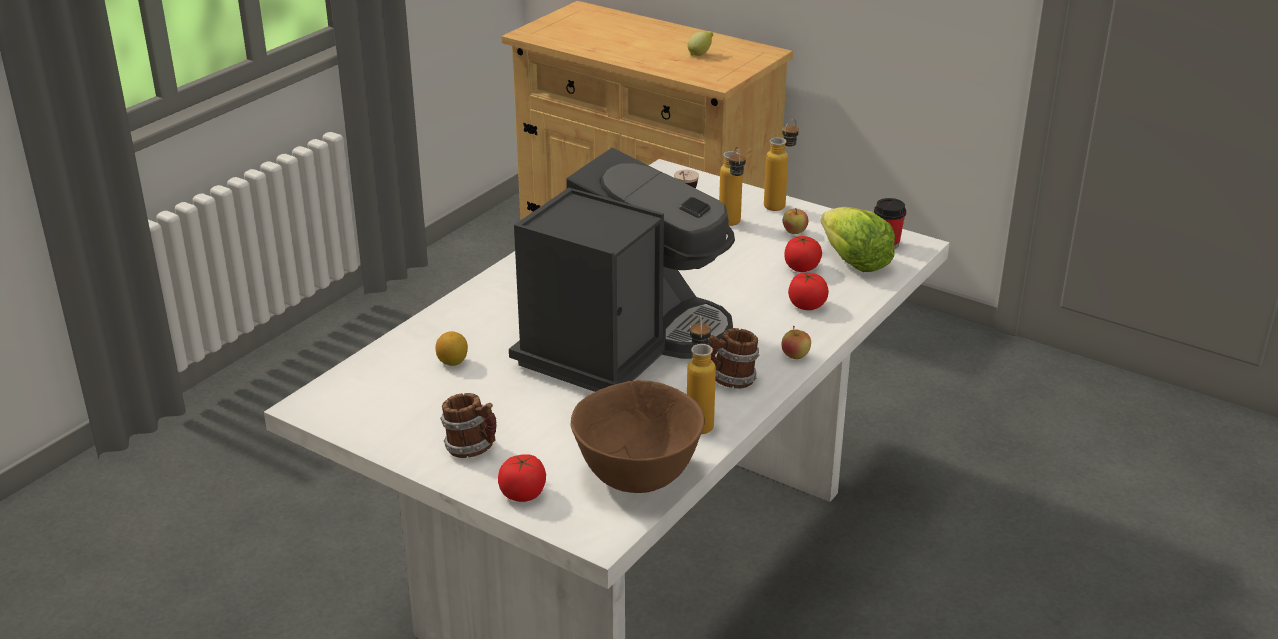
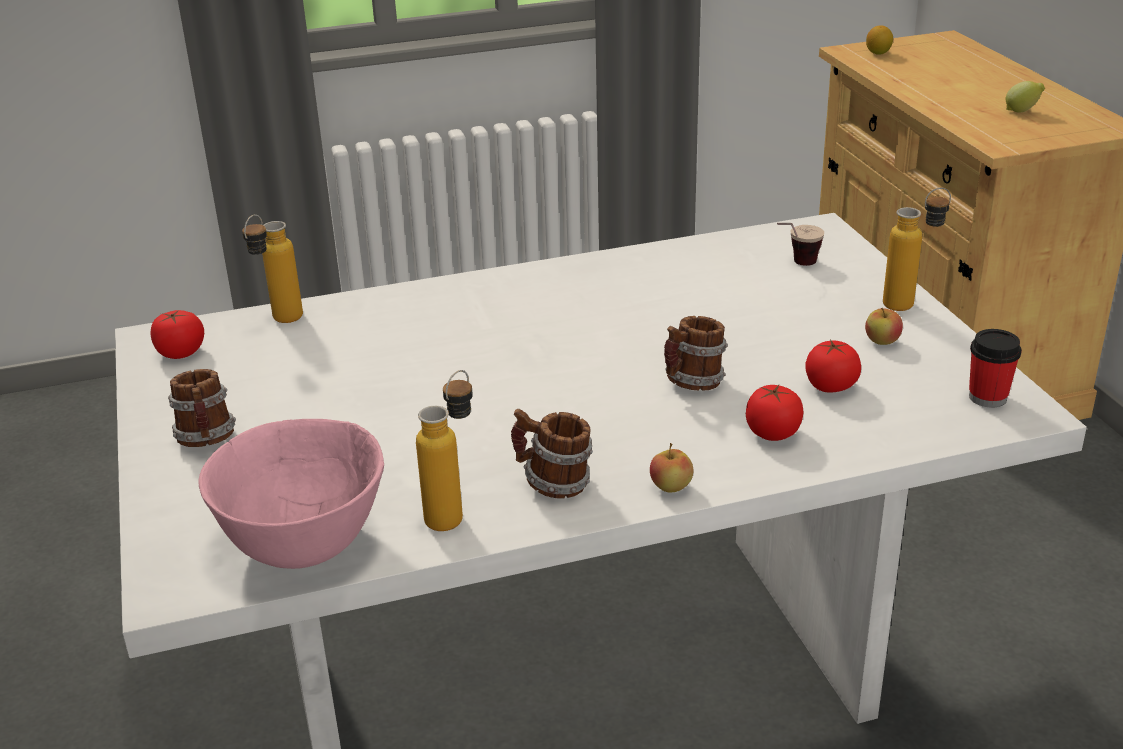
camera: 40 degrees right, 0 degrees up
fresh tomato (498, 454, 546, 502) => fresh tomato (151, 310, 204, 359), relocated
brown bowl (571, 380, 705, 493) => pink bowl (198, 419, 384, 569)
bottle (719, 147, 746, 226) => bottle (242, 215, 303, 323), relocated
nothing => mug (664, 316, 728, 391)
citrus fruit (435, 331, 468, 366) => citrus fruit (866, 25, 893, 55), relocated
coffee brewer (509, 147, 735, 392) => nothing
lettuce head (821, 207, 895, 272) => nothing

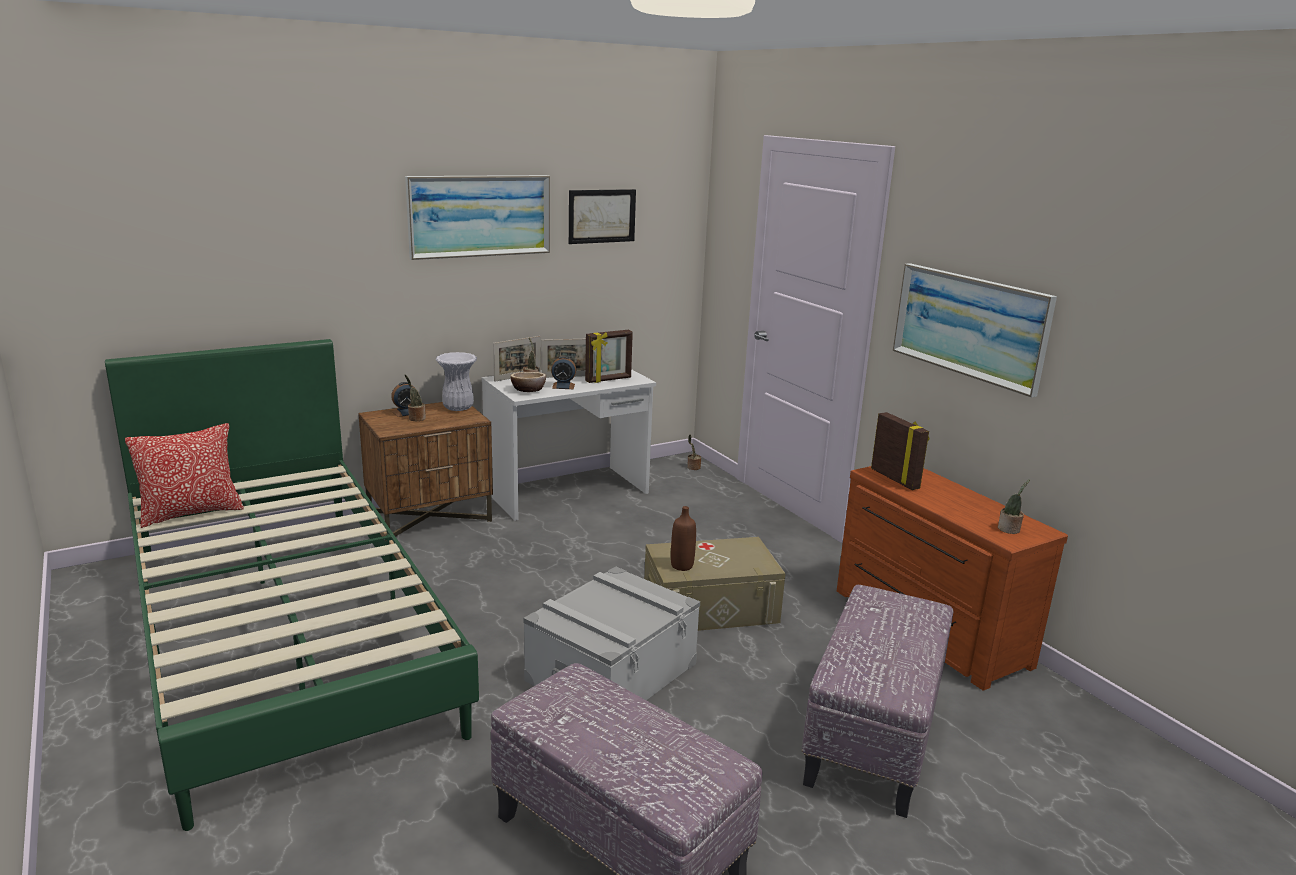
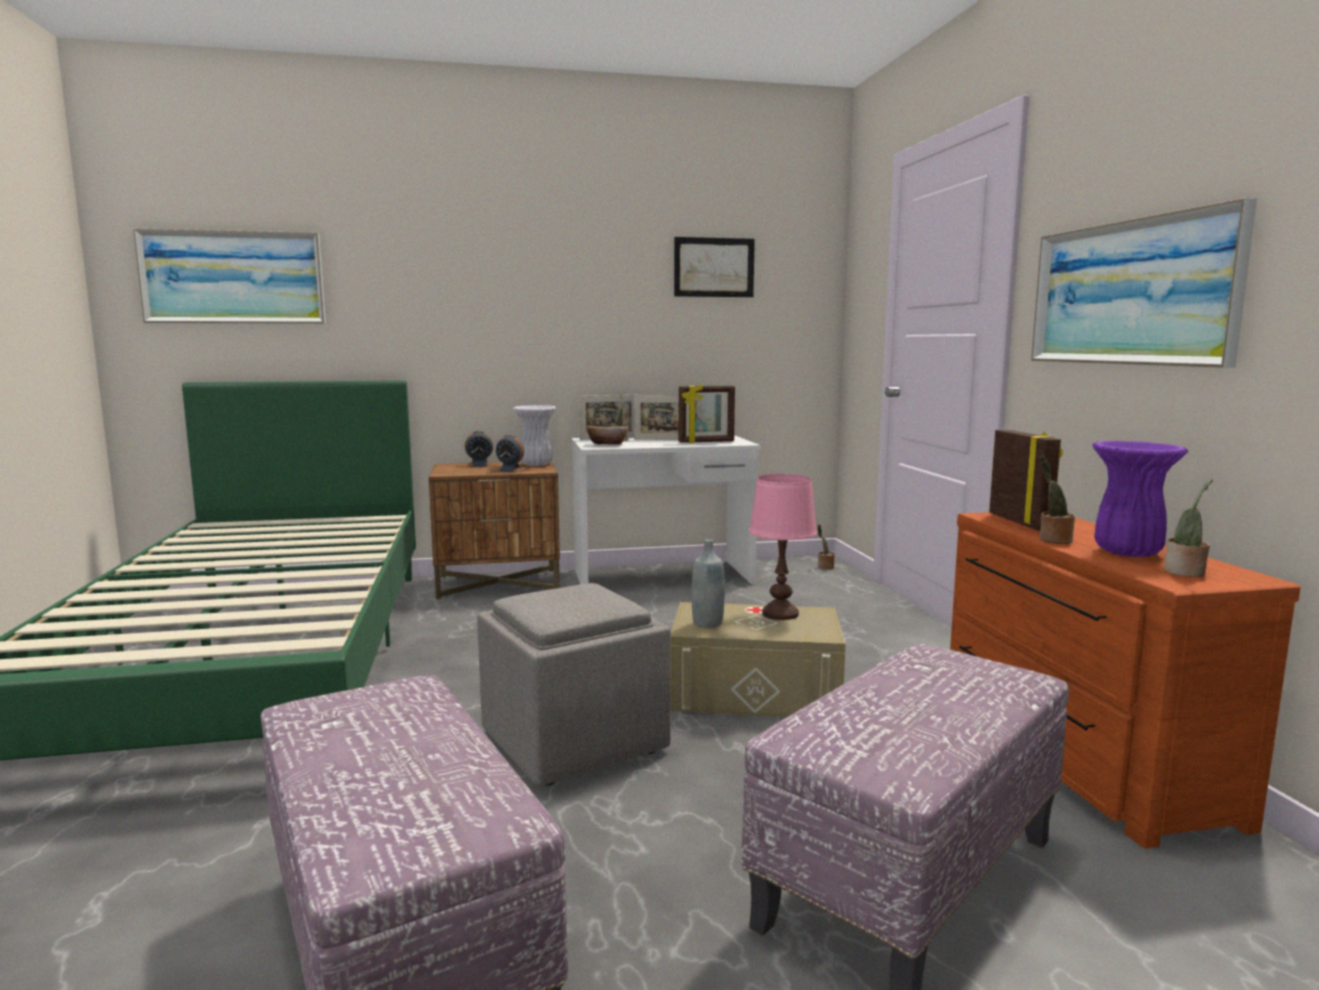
camera: 20 degrees right, 10 degrees down
wall art (405, 175, 550, 260) => wall art (133, 228, 326, 324), relocated
gray storage box (523, 567, 700, 700) => gray pouffe (477, 583, 671, 786)
table clock (551, 356, 576, 389) => table clock (495, 435, 526, 473), relocated
brown bottle (671, 506, 696, 571) => gray bottle (692, 539, 725, 628)
nothing => pink lamp for a table (749, 474, 817, 620)
houseplant (404, 374, 426, 421) => houseplant (1039, 456, 1075, 544), relocated
nothing => purple vase (1092, 441, 1188, 557)
throw pillow (125, 423, 243, 528) => nothing

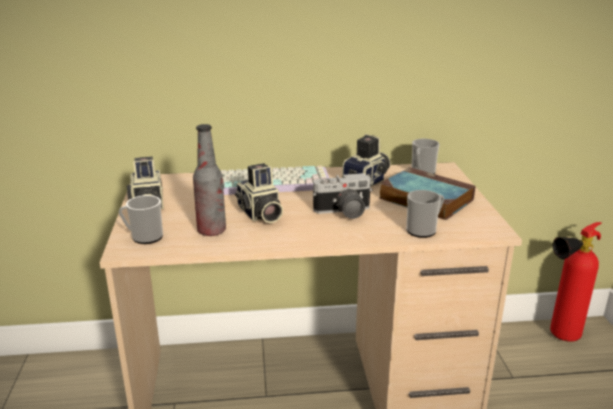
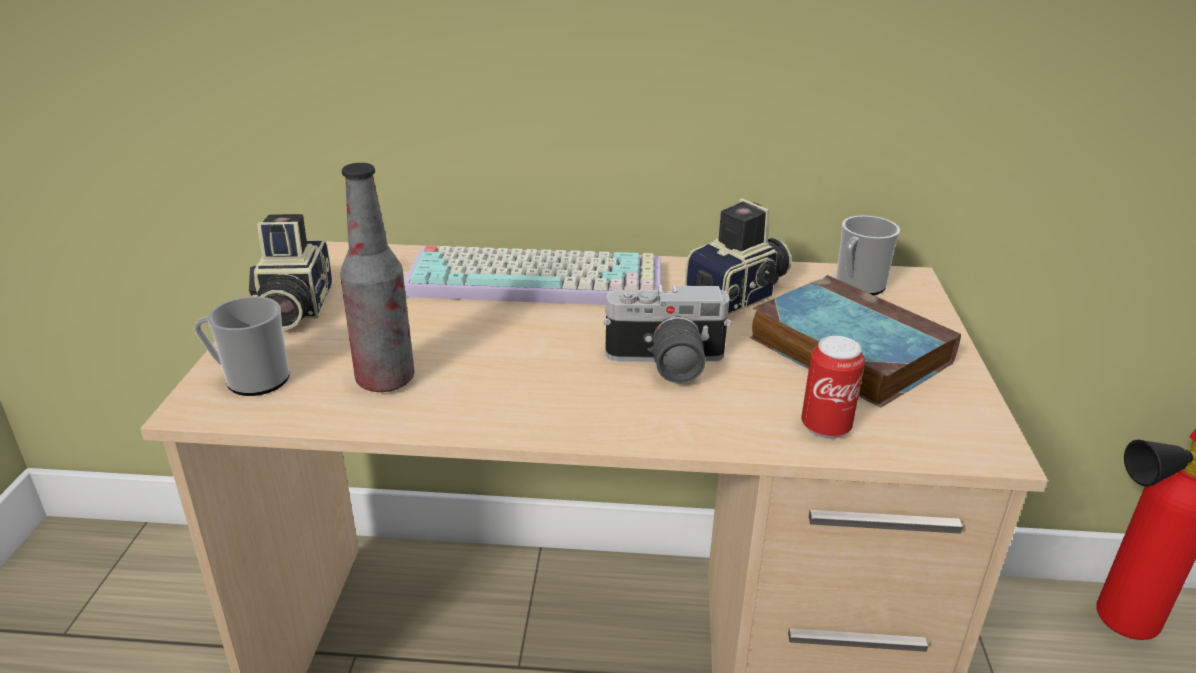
camera: 10 degrees right, 5 degrees up
mug (406, 190, 444, 238) => can (801, 336, 865, 439)
photo camera (235, 163, 283, 223) => nothing

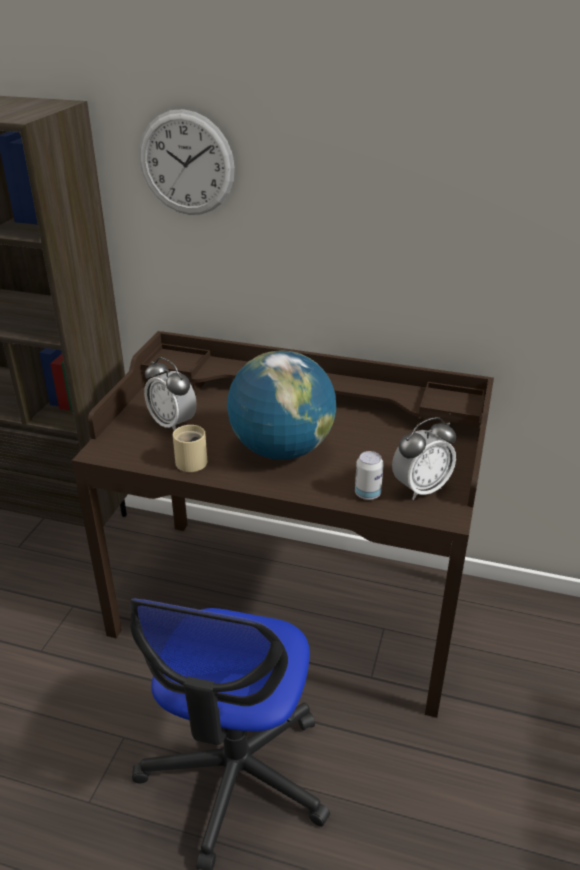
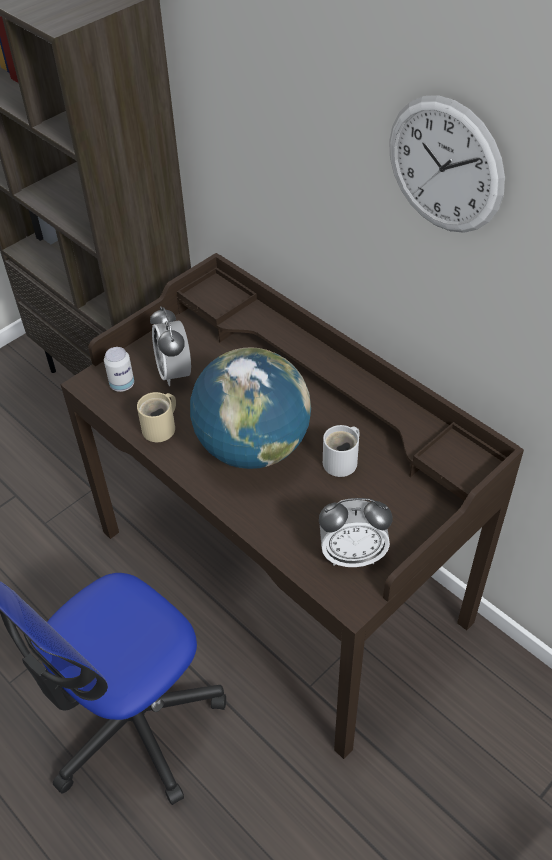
camera: 30 degrees right, 15 degrees up
can (355, 451, 384, 500) => can (104, 347, 134, 392), relocated
nothing => whitish mug (323, 425, 360, 477)
hanging clock (140, 109, 235, 215) => hanging clock (389, 95, 505, 233), relocated

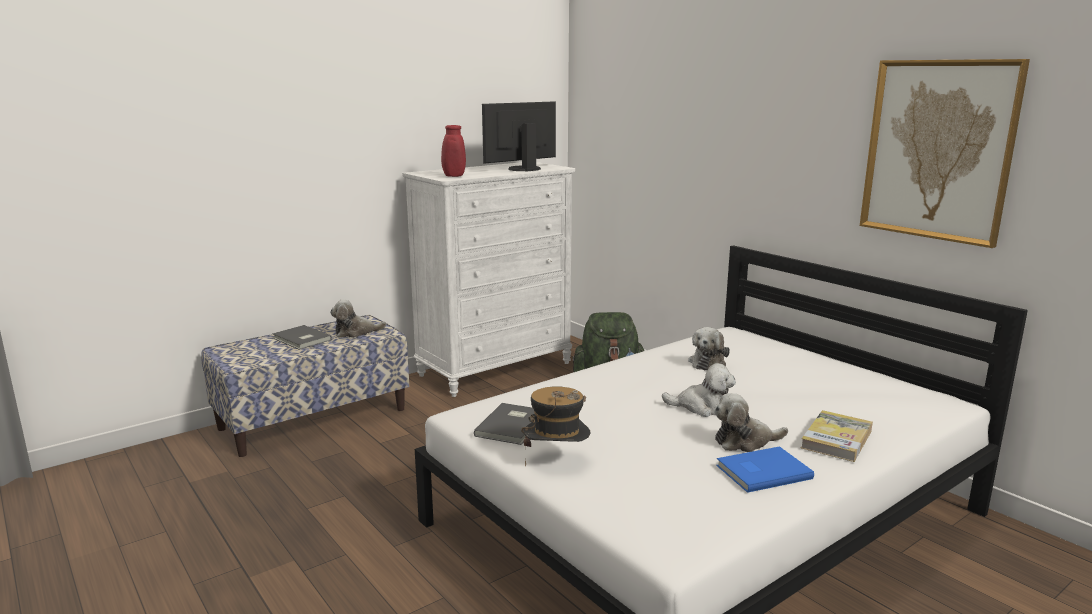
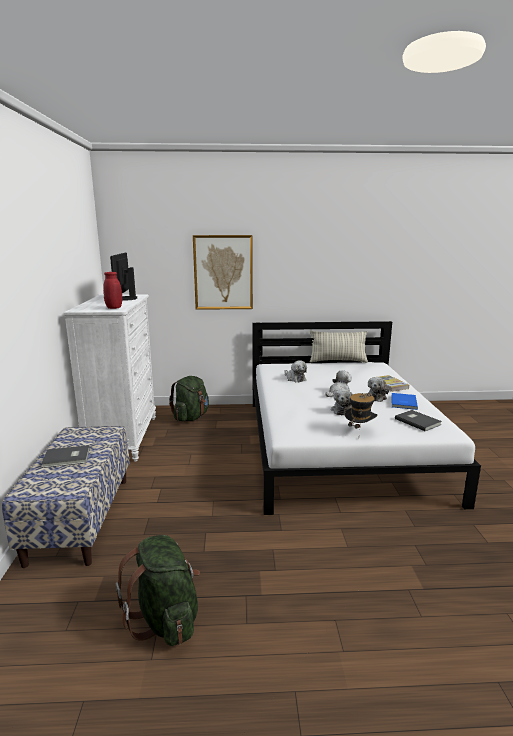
camera: 55 degrees left, 0 degrees up
nothing => green rucksack (116, 535, 200, 646)
wall art (860, 59, 1030, 248) => wall art (193, 235, 253, 310), relocated
nothing => throw pillow (309, 331, 368, 363)
plush toy (330, 299, 386, 338) => plush toy (331, 389, 353, 415), relocated
gray volume (474, 403, 535, 445) => gray volume (395, 410, 442, 431), relocated

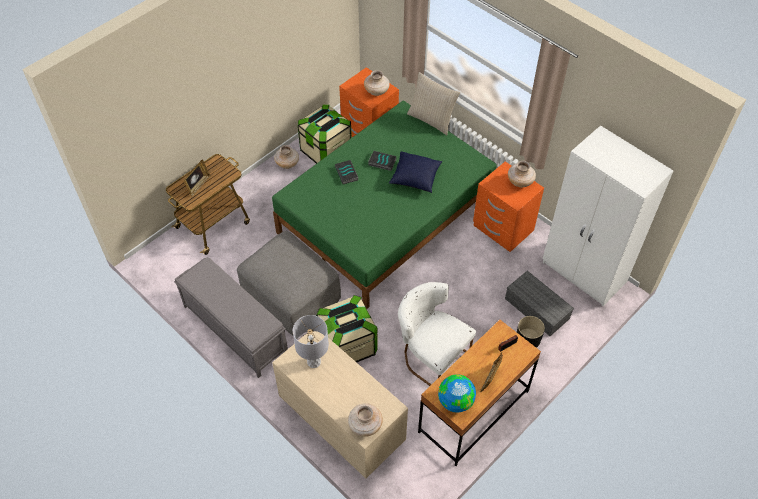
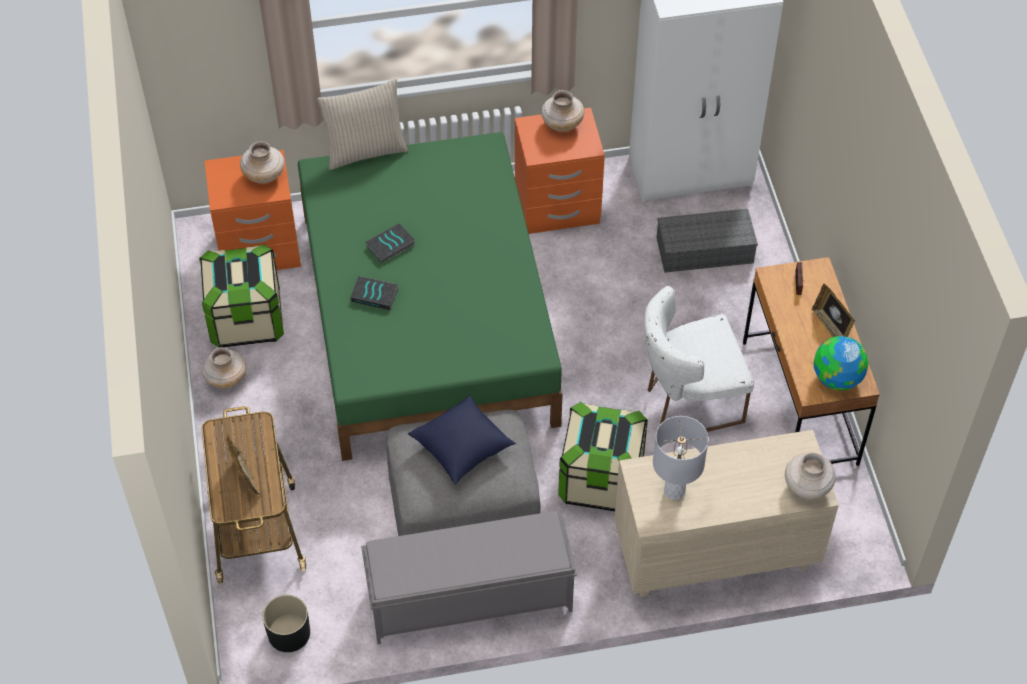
camera: 55 degrees left, 0 degrees up
blackish plant pot (517, 316, 545, 348) => blackish plant pot (263, 595, 310, 652), relocated
bluish throw pillow (389, 151, 442, 193) => bluish throw pillow (408, 395, 516, 484), relocated

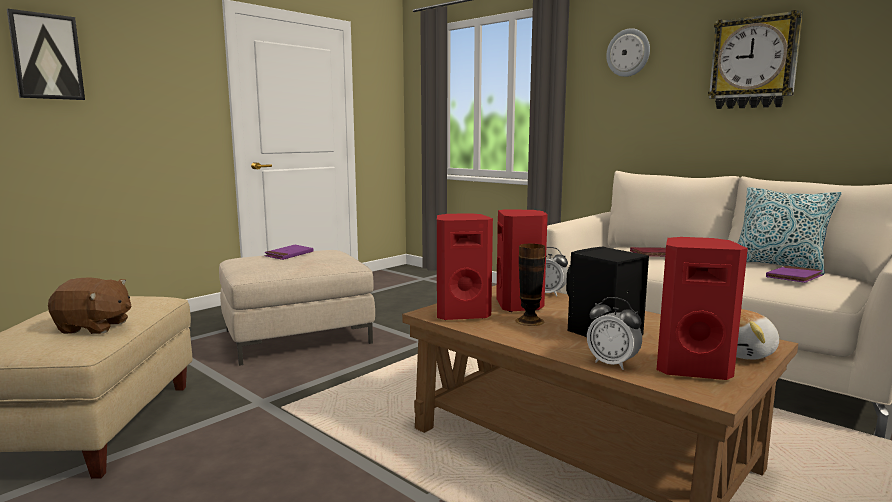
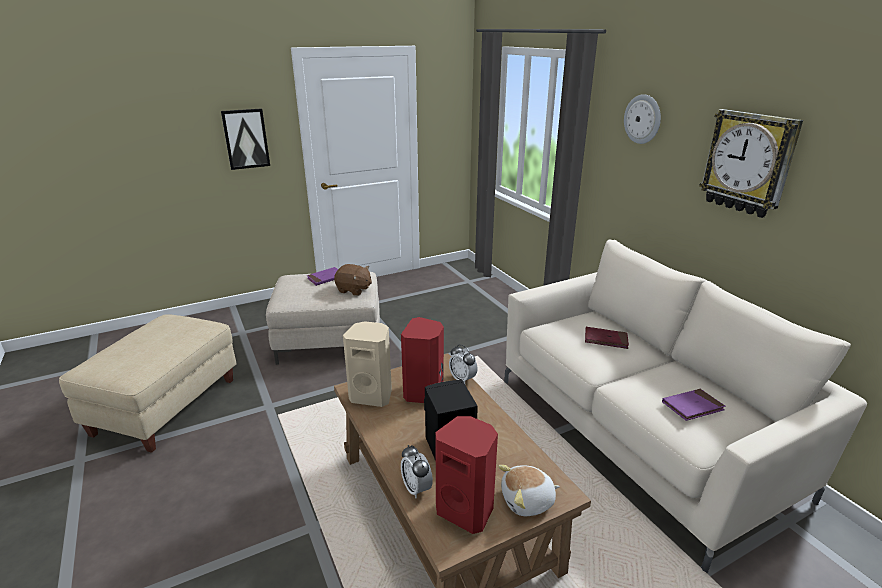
camera: 20 degrees right, 15 degrees up
wall art (7, 9, 85, 100) => wall art (221, 108, 270, 170), relocated
brown plush toy (48, 277, 131, 334) => brown plush toy (334, 264, 372, 296), relocated
red-coloured speaker (437, 213, 493, 320) => beige-coloured speaker (343, 321, 392, 407)
vase (515, 244, 545, 326) => nothing
throw pillow (737, 187, 842, 275) => nothing

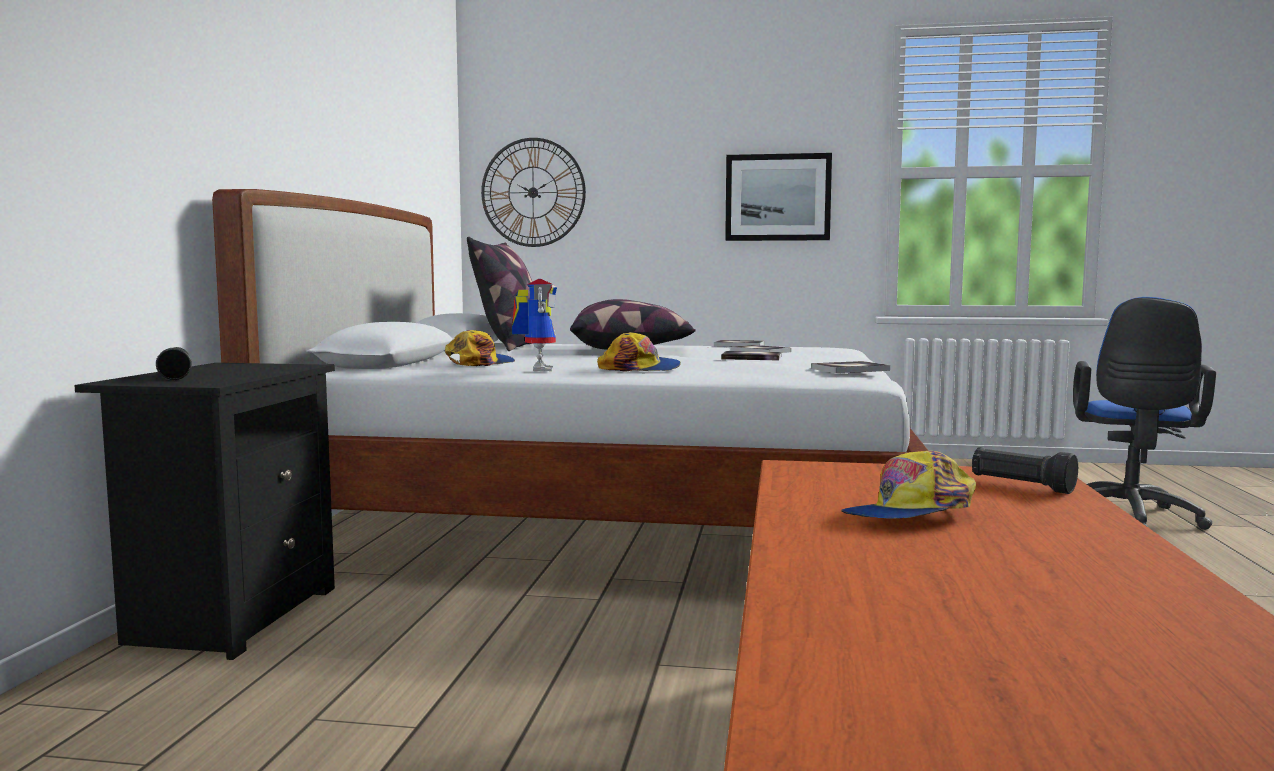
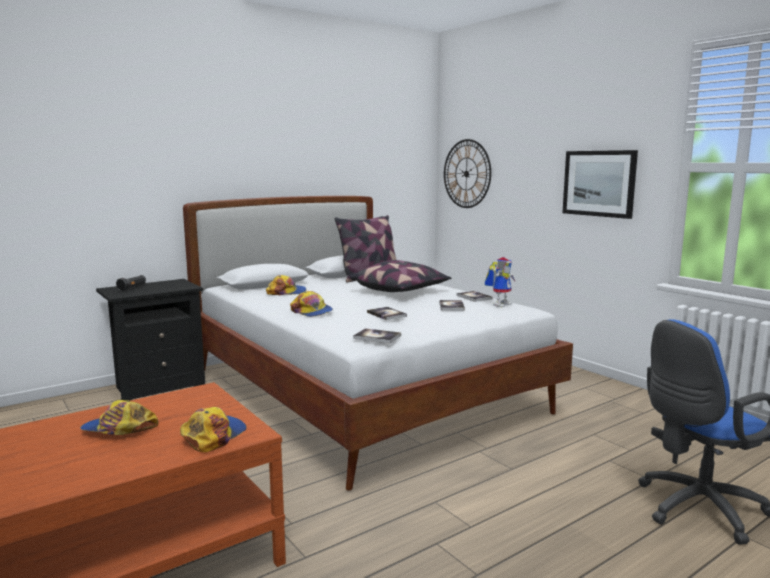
camera: 45 degrees right, 5 degrees up
blackish flashlight (972, 447, 1078, 494) => baseball cap (180, 407, 247, 452)
toy robot (512, 279, 557, 372) => toy robot (485, 257, 515, 307), relocated

